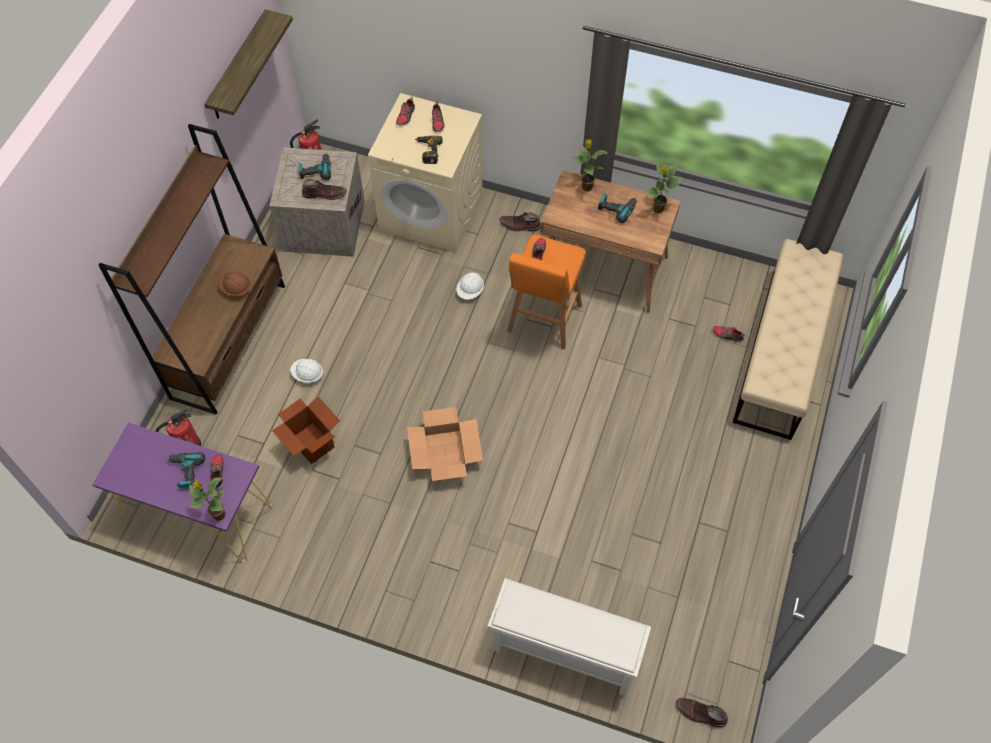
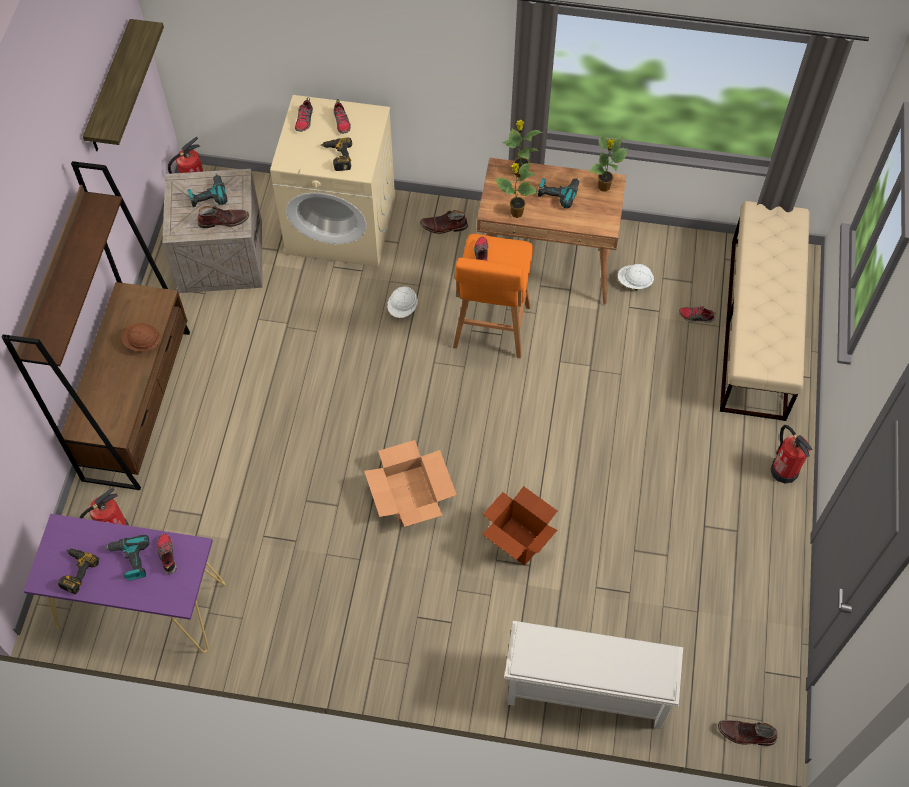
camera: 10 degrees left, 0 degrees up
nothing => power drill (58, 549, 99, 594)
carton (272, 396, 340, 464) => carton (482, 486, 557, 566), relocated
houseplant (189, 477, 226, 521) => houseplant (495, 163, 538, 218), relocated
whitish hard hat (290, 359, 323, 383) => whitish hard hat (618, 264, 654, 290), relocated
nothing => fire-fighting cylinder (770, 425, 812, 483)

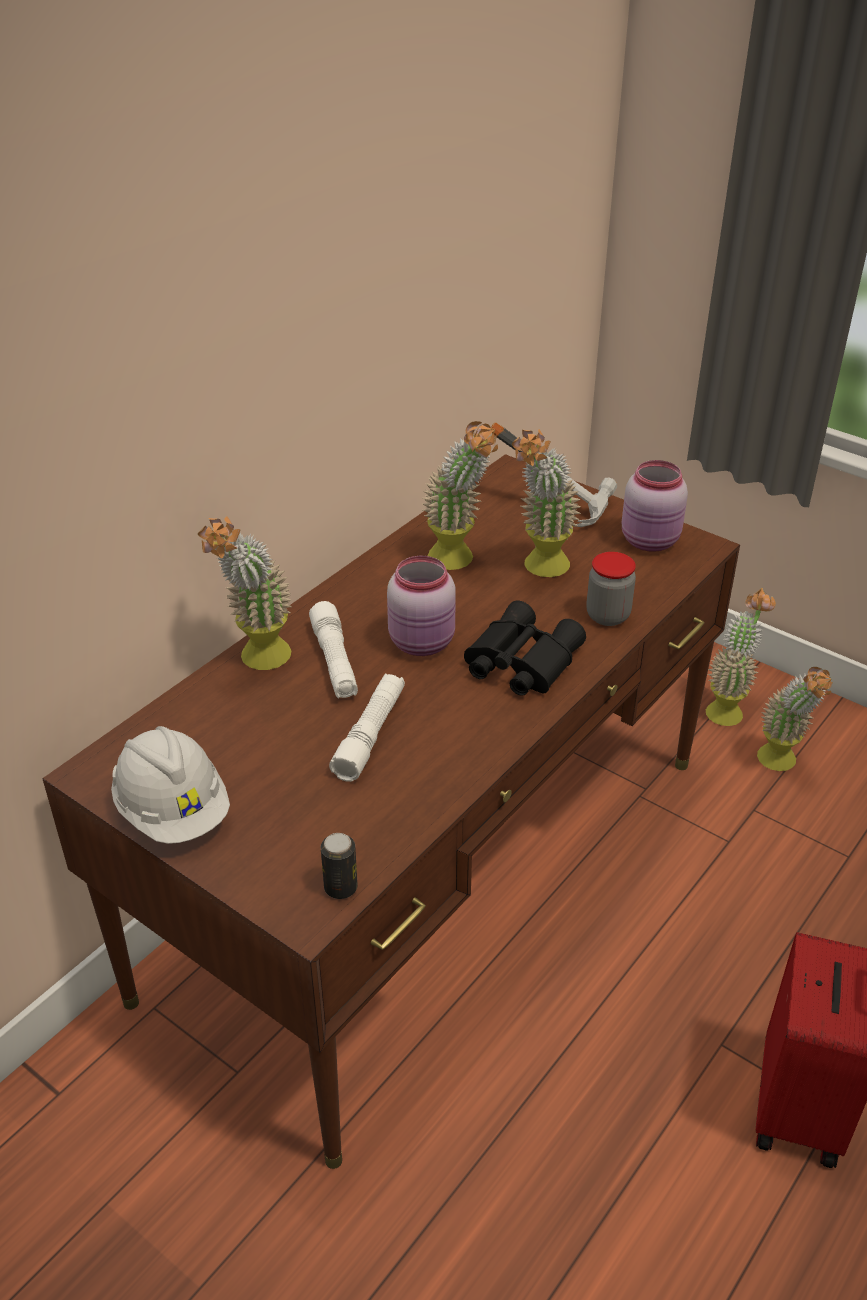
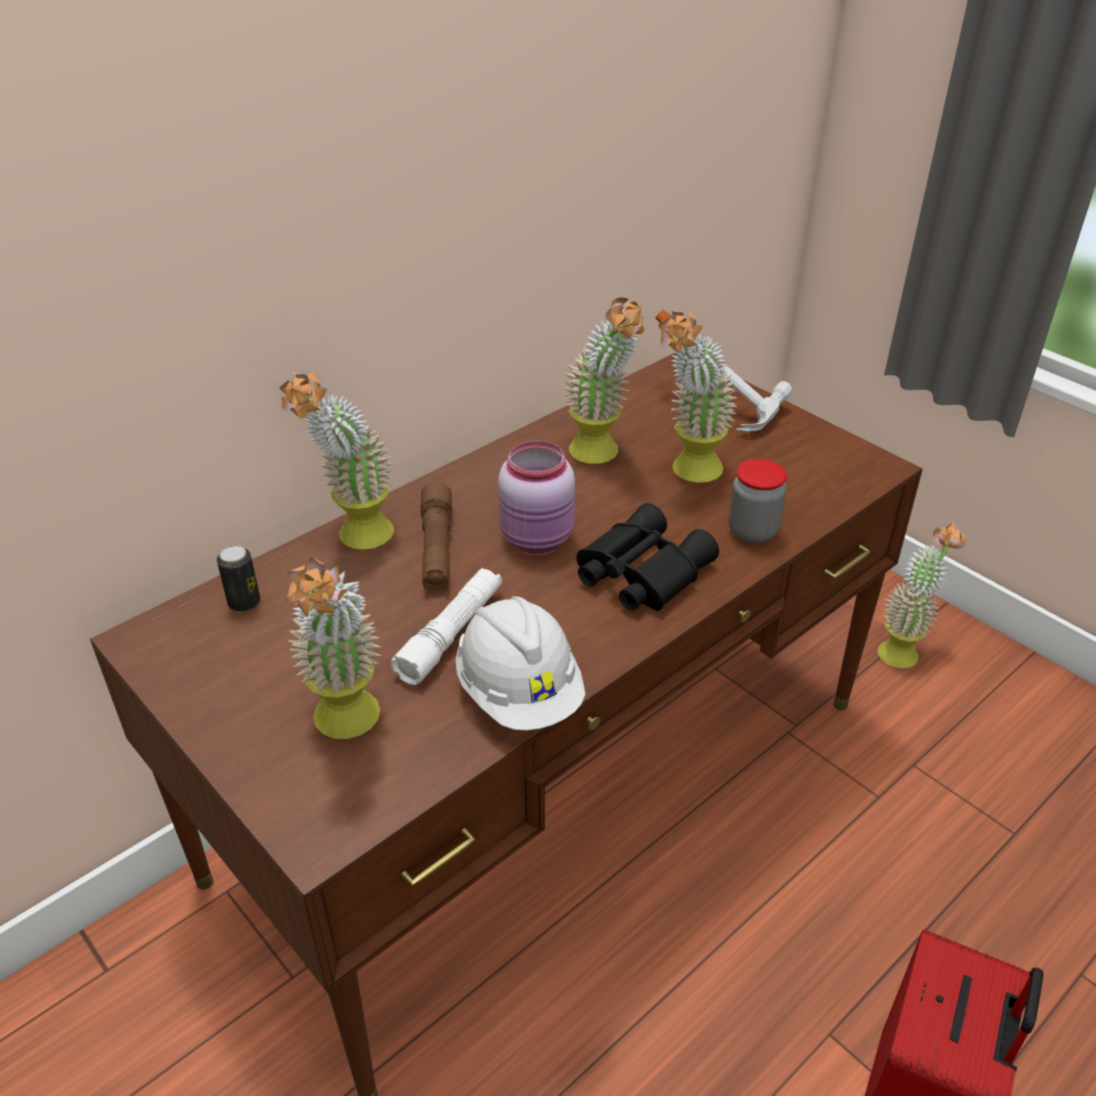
camera: 10 degrees right, 0 degrees up
can (321, 833, 357, 899) => can (217, 545, 260, 612), relocated
houseplant (757, 667, 833, 771) => houseplant (286, 557, 381, 739), relocated
whitish flashlight (309, 601, 358, 699) => brown flashlight (420, 482, 452, 590)
whitish hard hat (111, 726, 230, 844) => whitish hard hat (456, 596, 585, 731), relocated
pink jar (622, 460, 688, 552) => nothing

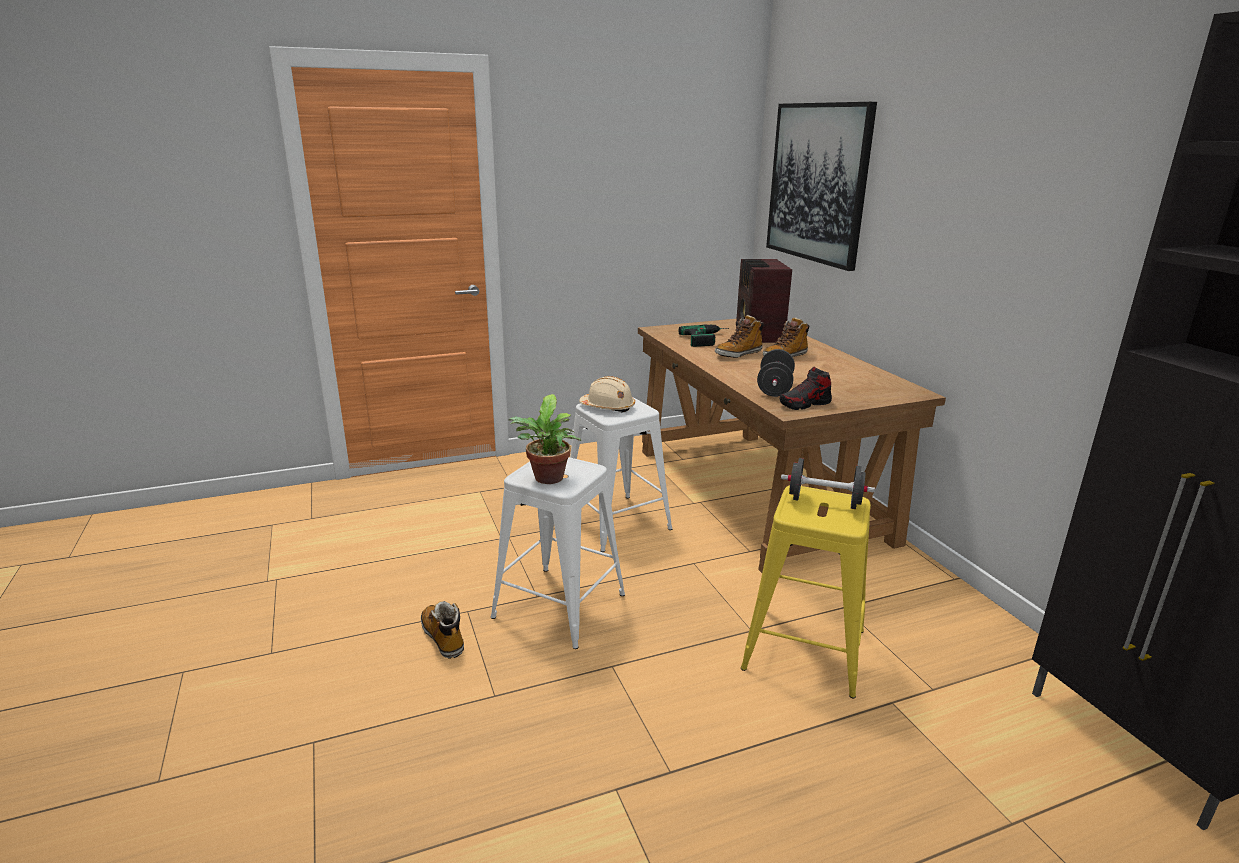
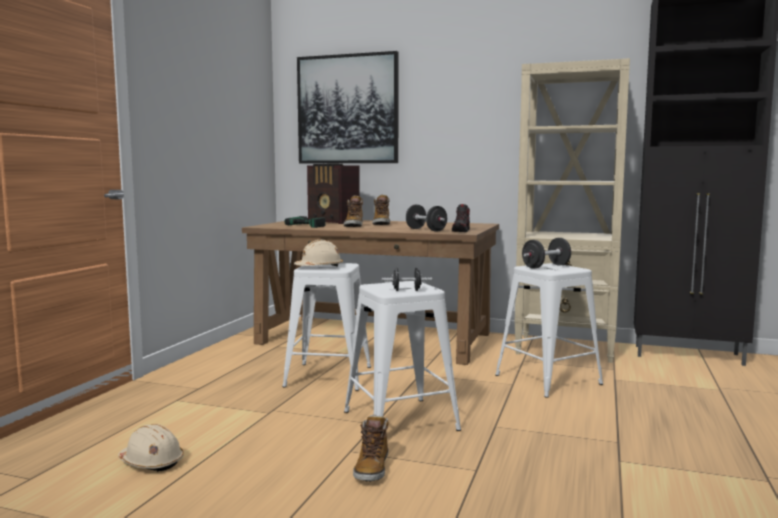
camera: 50 degrees left, 15 degrees down
nothing => beige-coloured hard hat (118, 424, 184, 472)
tall boot (421, 601, 464, 659) => tall boot (353, 415, 388, 482), 90 degrees counterclockwise
houseplant (508, 394, 581, 484) => blackish dumbbell (382, 268, 432, 291)
yellow-coloured stool seat (741, 485, 871, 698) => whitish stool seat (495, 263, 603, 398)
nothing => beige-coloured bookshelf (515, 58, 630, 363)

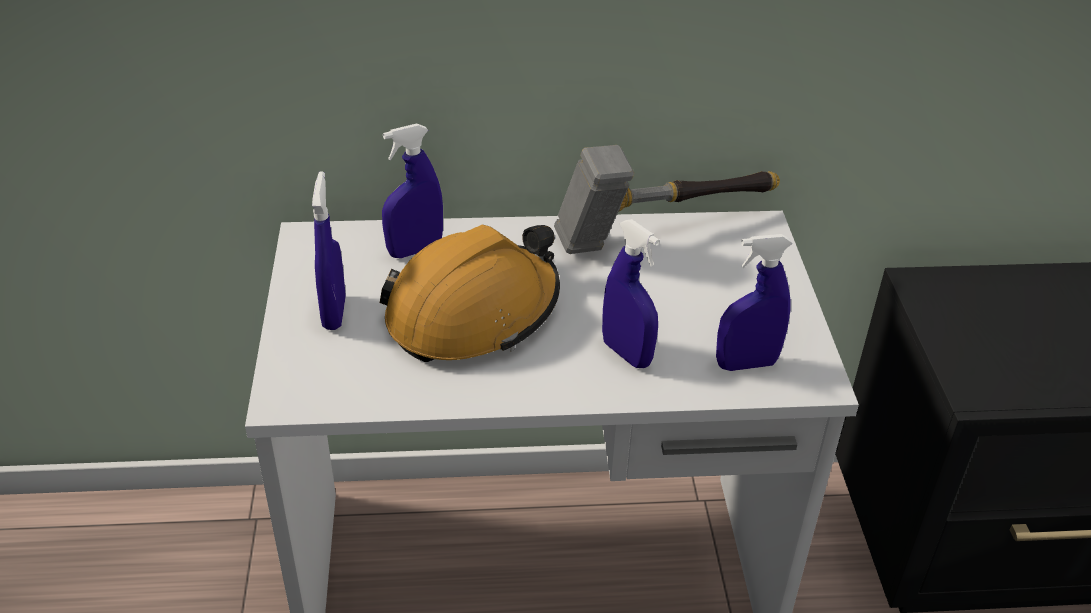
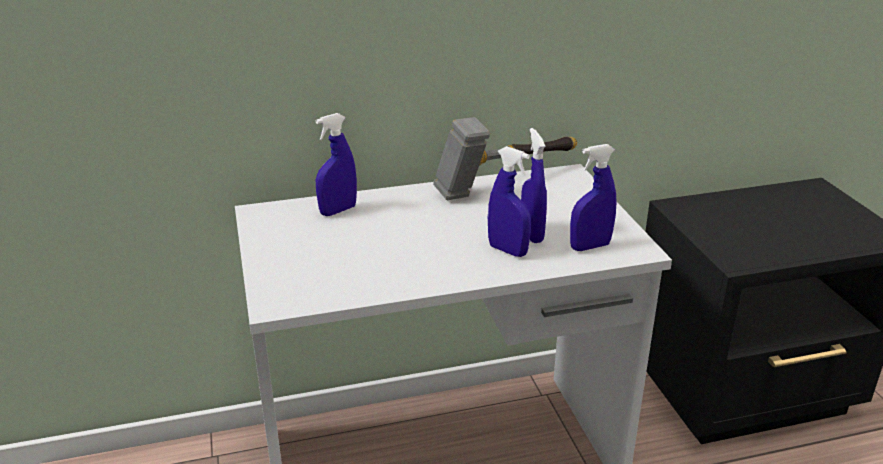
camera: 10 degrees left, 10 degrees down
bluish sprayer (312, 171, 346, 330) => bluish sprayer (521, 128, 547, 243), relocated
orangey hard hat (380, 225, 560, 362) => nothing

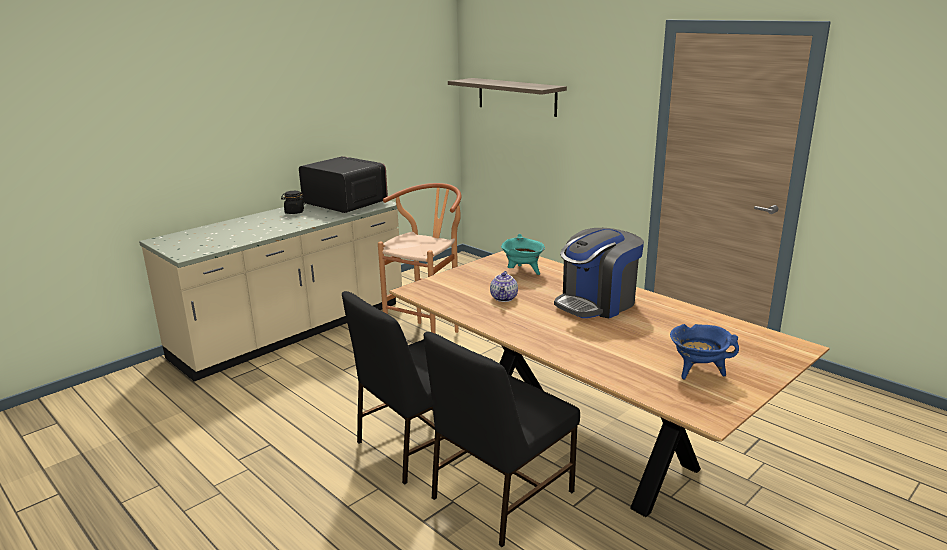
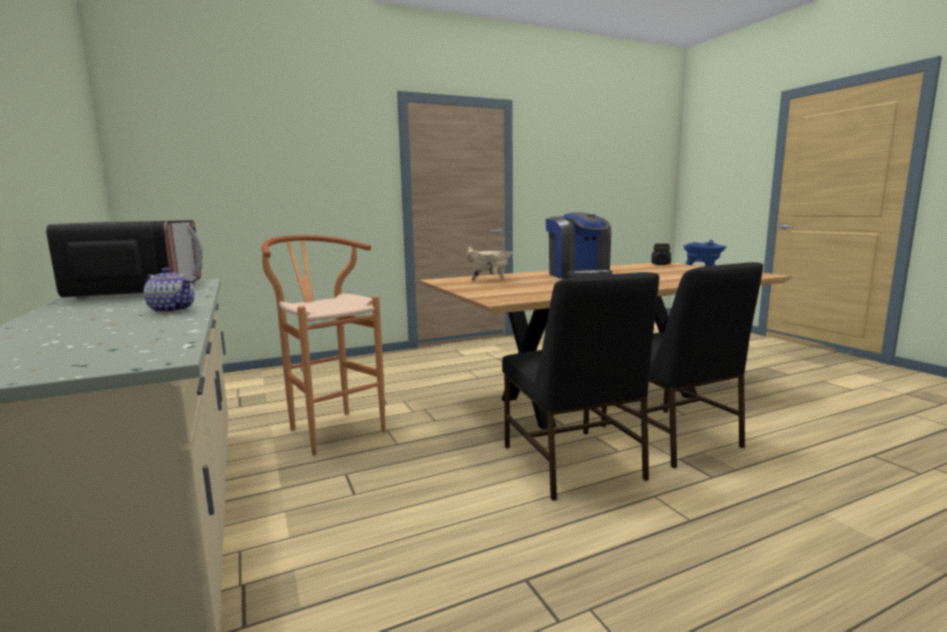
camera: 70 degrees left, 10 degrees down
microwave (299, 156, 388, 213) => microwave (46, 220, 203, 299), 105 degrees clockwise
pot for tea (490, 271, 518, 302) => pot for tea (143, 267, 195, 313), relocated
turquoise-coloured cooking pot (501, 234, 545, 275) => beige-coloured cooking pot (466, 247, 513, 281)
blackish jar (281, 191, 305, 214) => blackish jar (651, 243, 671, 265), relocated
shelf (448, 78, 567, 117) => nothing

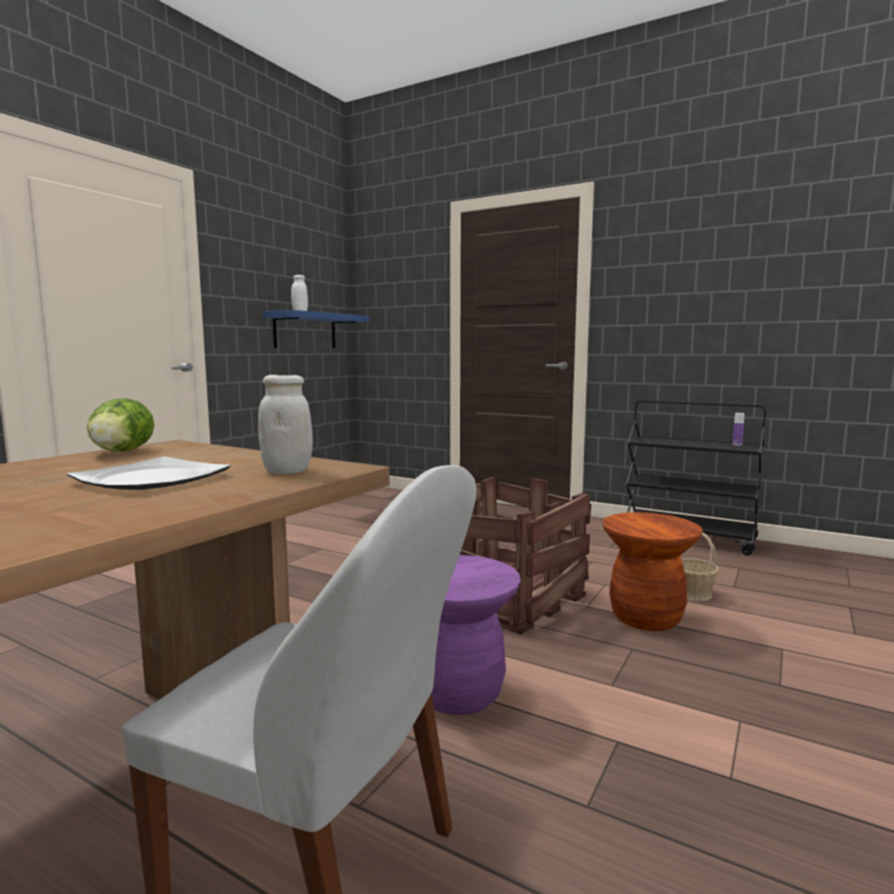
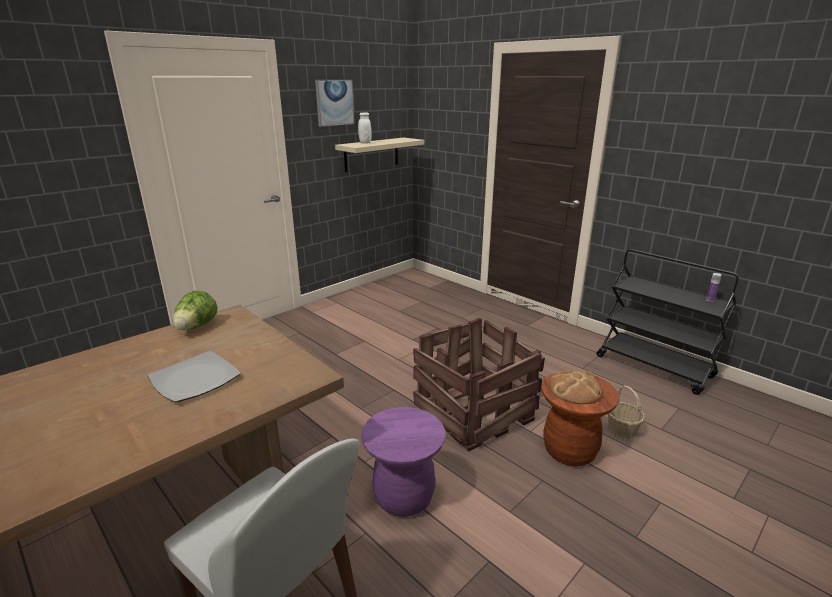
camera: 15 degrees right, 15 degrees up
nothing => wall art (315, 80, 354, 127)
bluish shelf (262, 310, 369, 348) => beige-coloured shelf (335, 138, 424, 172)
nothing => bread (549, 370, 602, 404)
whitish jar (258, 375, 313, 474) => nothing

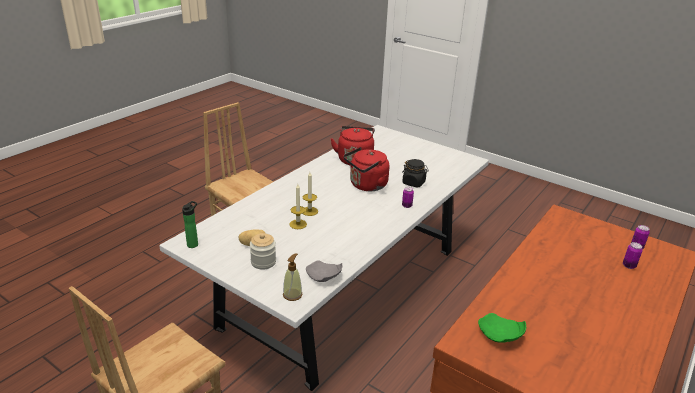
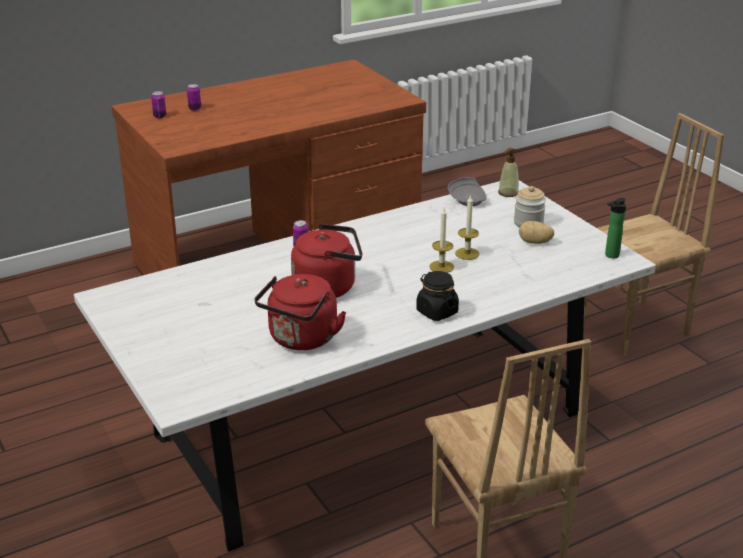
camera: 155 degrees left, 0 degrees up
blackish jar (402, 159, 429, 187) => blackish jar (416, 271, 459, 321), relocated
green plate (478, 313, 526, 343) => nothing

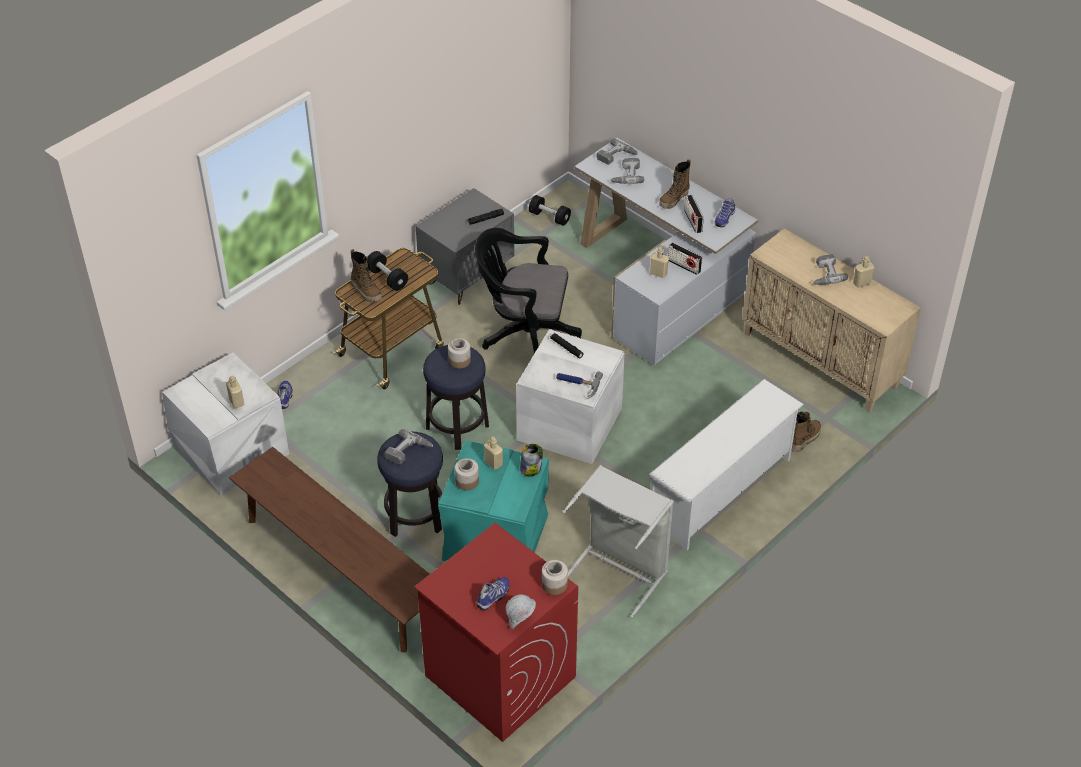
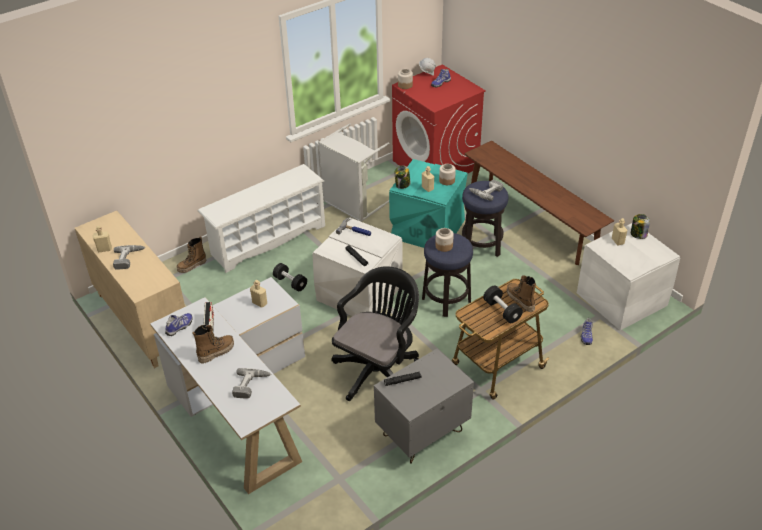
camera: 170 degrees left, 5 degrees down
blackish dumbbell (529, 195, 571, 226) => blackish dumbbell (273, 263, 307, 291), relocated
blackish office chair (475, 228, 582, 353) => blackish office chair (332, 266, 419, 401), 75 degrees counterclockwise
nothing => jar (631, 214, 650, 239)
power drill (597, 138, 638, 165) => nothing
radio (668, 242, 702, 275) => nothing

